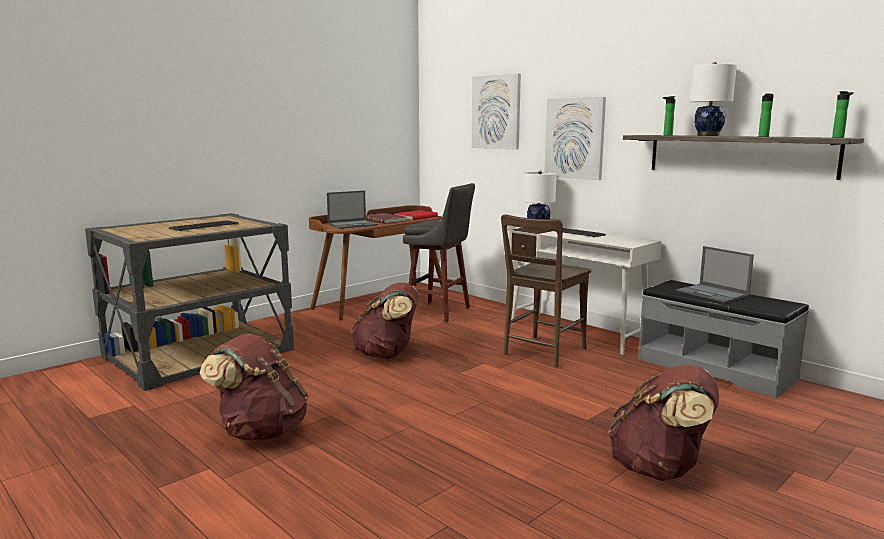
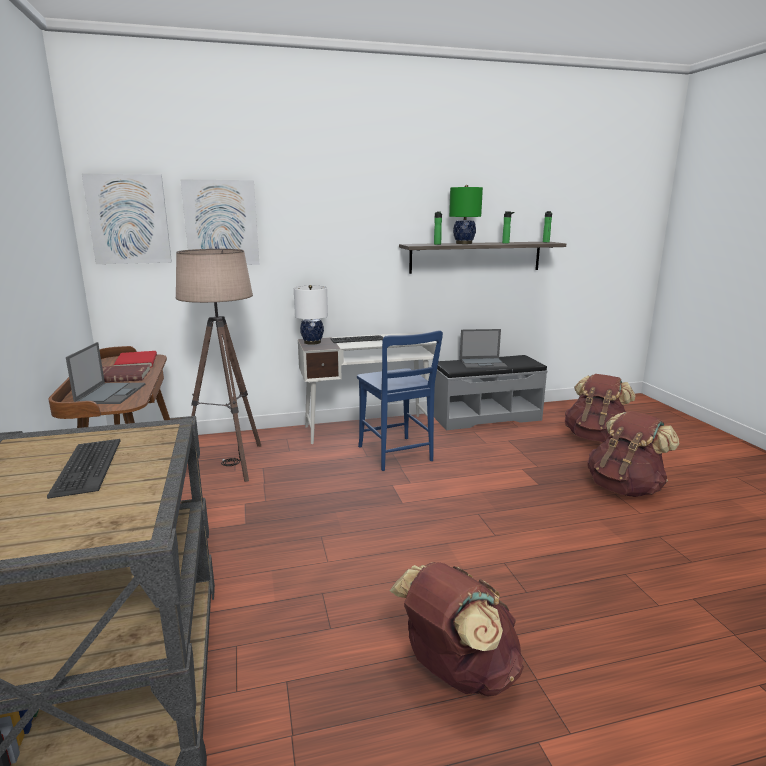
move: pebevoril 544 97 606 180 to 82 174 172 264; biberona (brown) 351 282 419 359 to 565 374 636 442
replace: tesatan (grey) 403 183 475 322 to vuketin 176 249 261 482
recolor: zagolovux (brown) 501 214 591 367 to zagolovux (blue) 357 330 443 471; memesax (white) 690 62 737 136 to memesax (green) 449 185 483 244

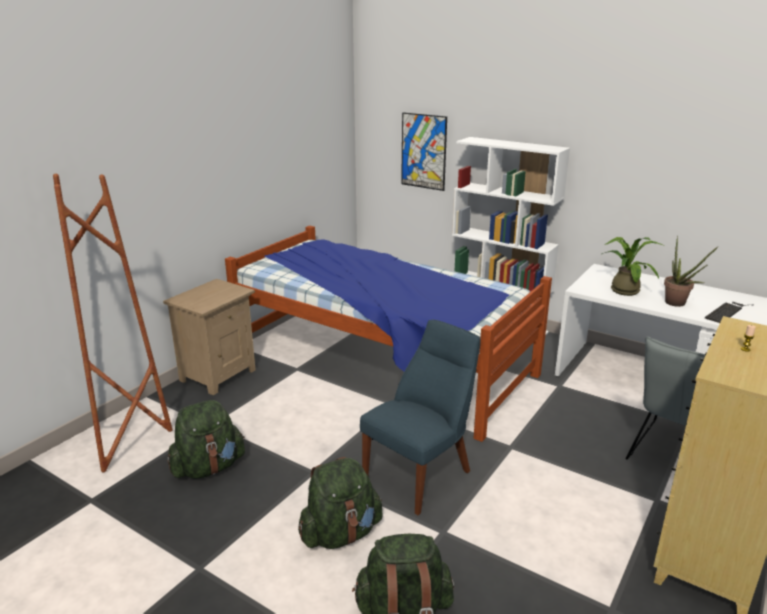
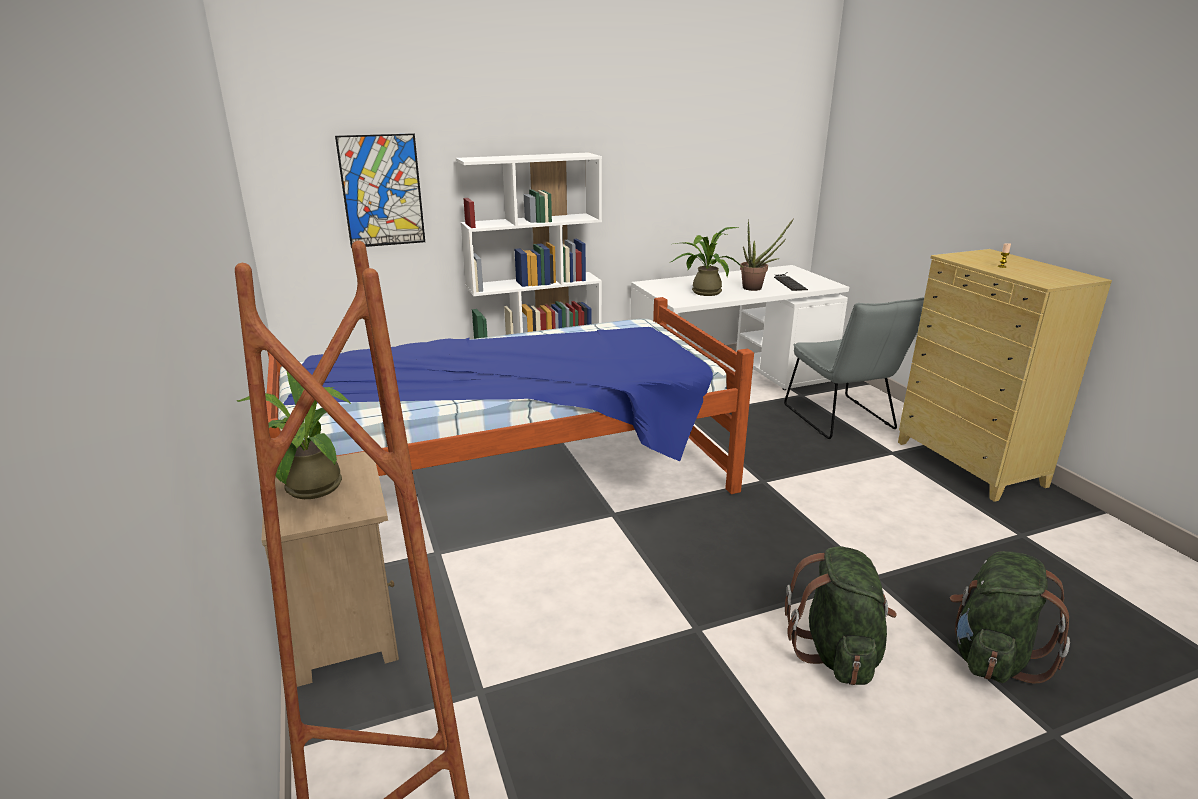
delete: biberona (green) 168 400 245 479; zagolovux (blue) 360 320 481 515
insert: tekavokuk 237 372 351 499

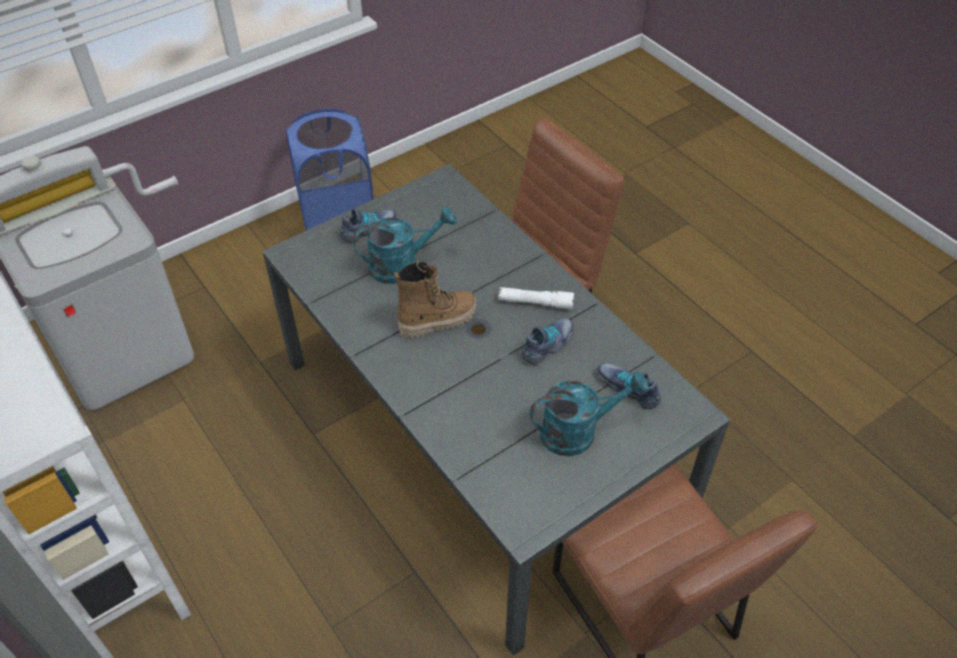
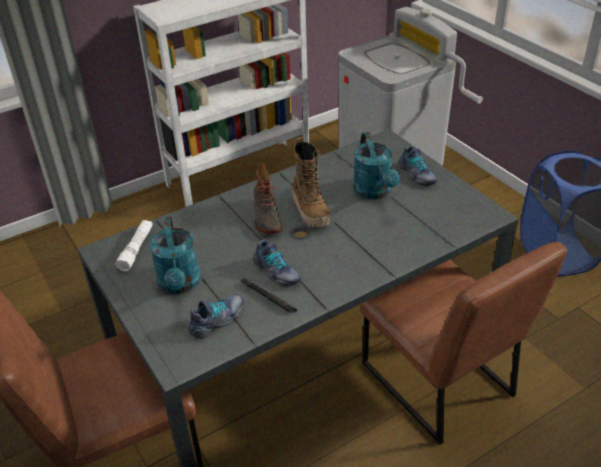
insert: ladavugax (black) 241 278 297 312; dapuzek 254 162 282 234
move: ladavugax (white) 498 287 574 309 to 115 220 153 272

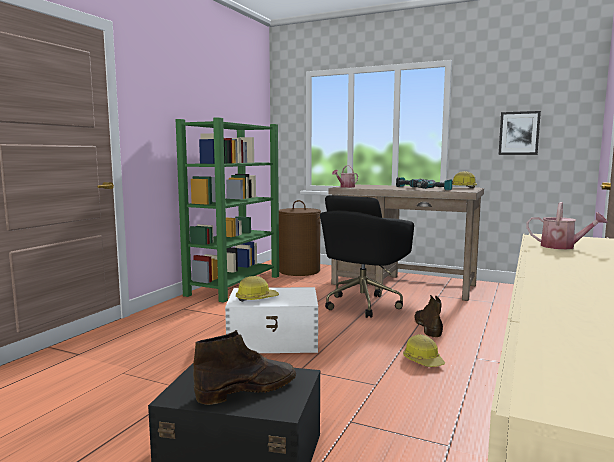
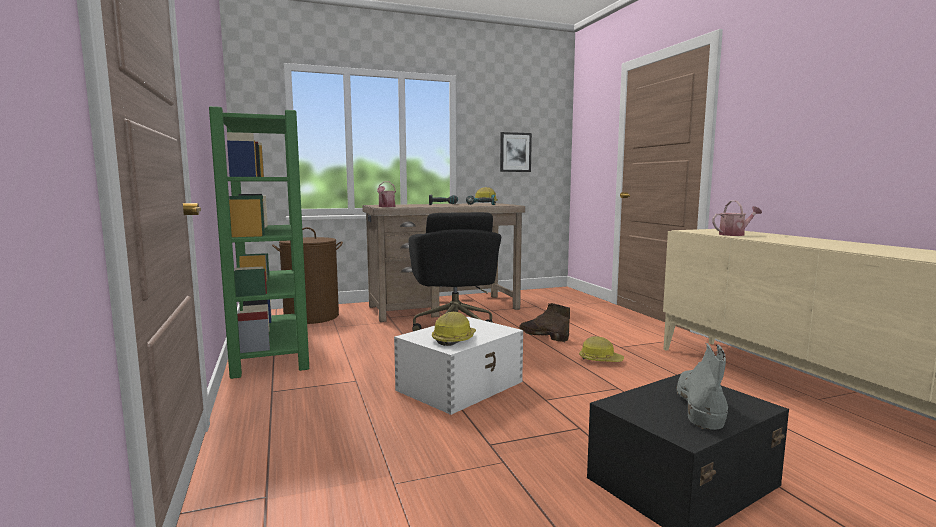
recolor: dapuzek (brown) 193 330 296 405 to dapuzek (grey) 676 343 728 430

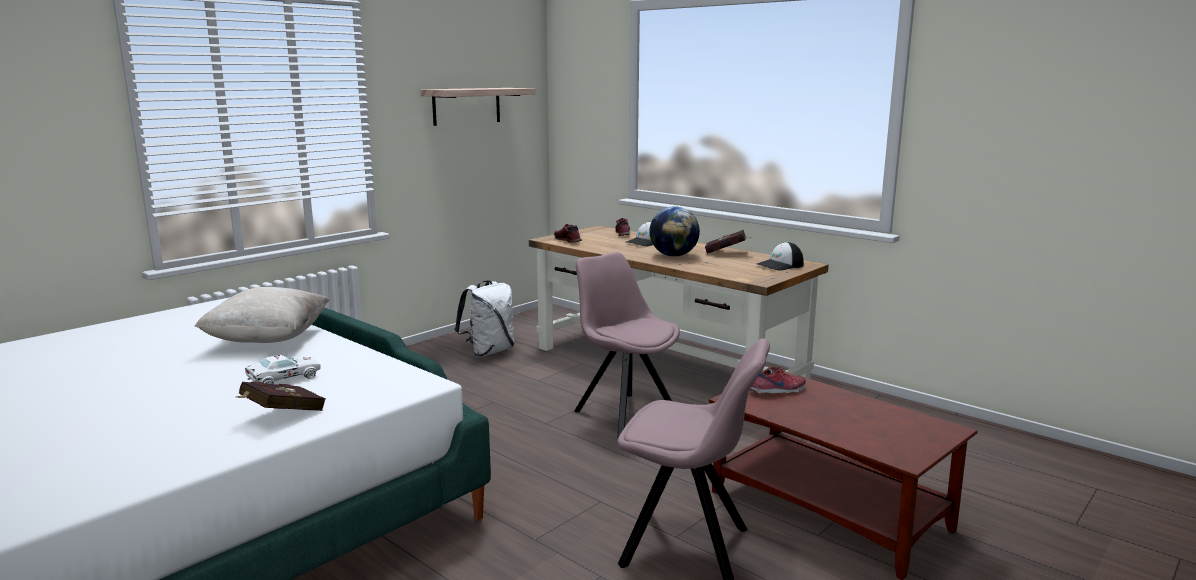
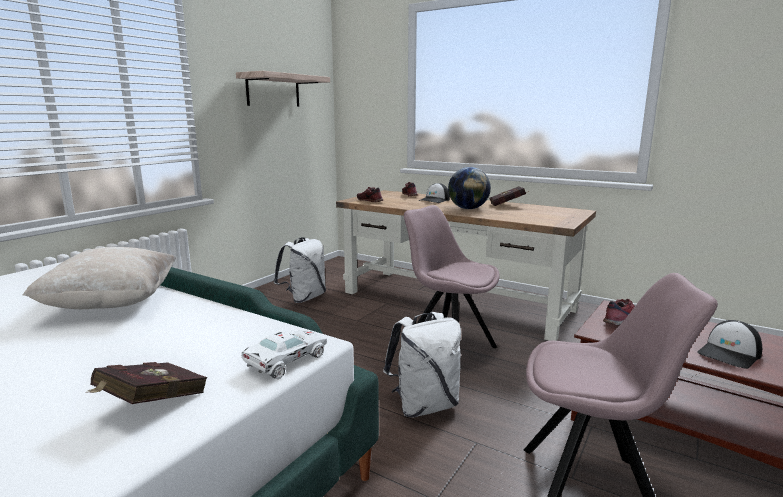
insert: biberona (white) 383 311 461 418
move: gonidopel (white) 245 355 321 384 to 241 330 327 379; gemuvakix 757 242 804 271 to 697 320 762 369

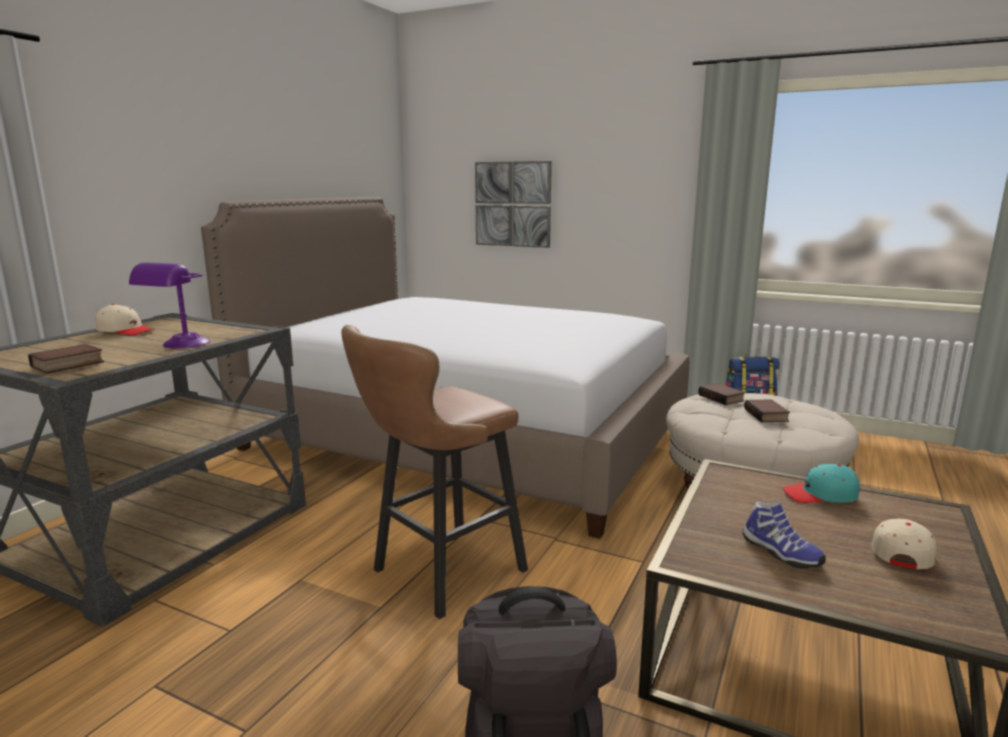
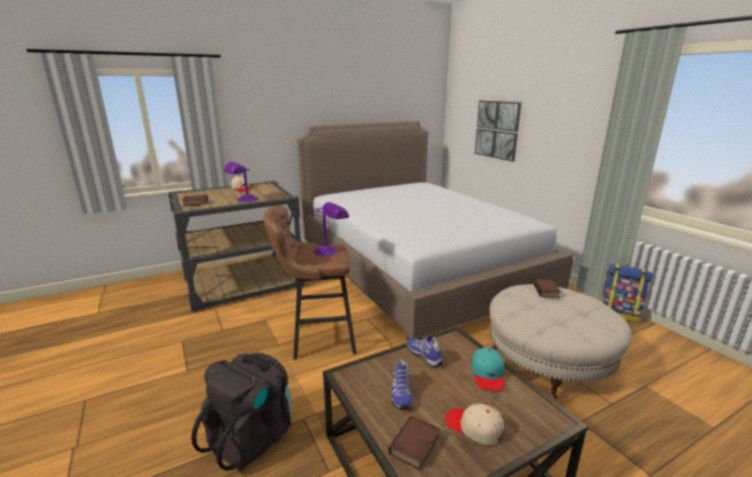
insert: memesax (purple) 313 202 349 256; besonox 407 335 443 368
move: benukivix 744 399 790 422 to 388 415 440 470
rotate: gemuvakix (beige) 872 518 936 569 = 445 404 504 445 120 degrees counterclockwise; gemuvakix (turquoise) 783 464 860 503 = 471 347 505 391 120 degrees counterclockwise

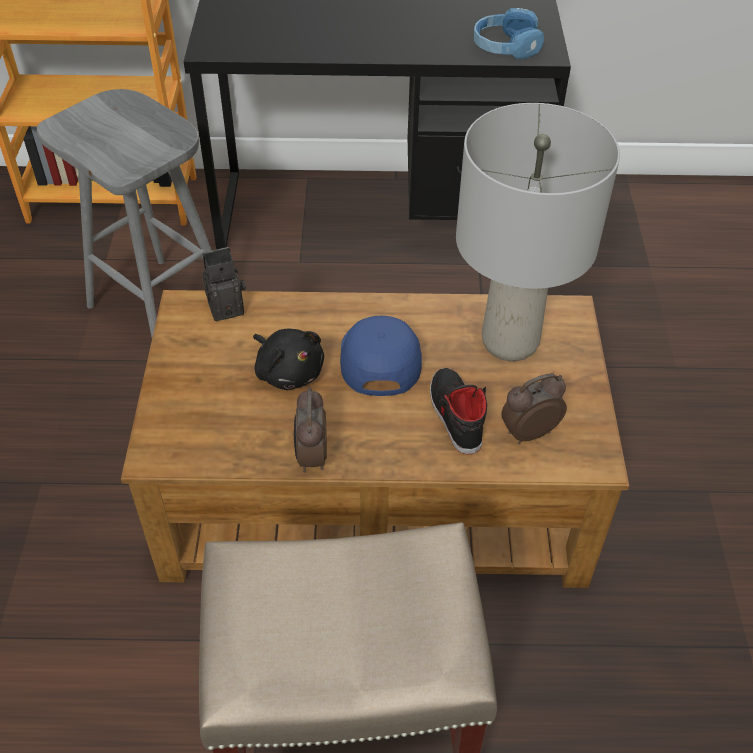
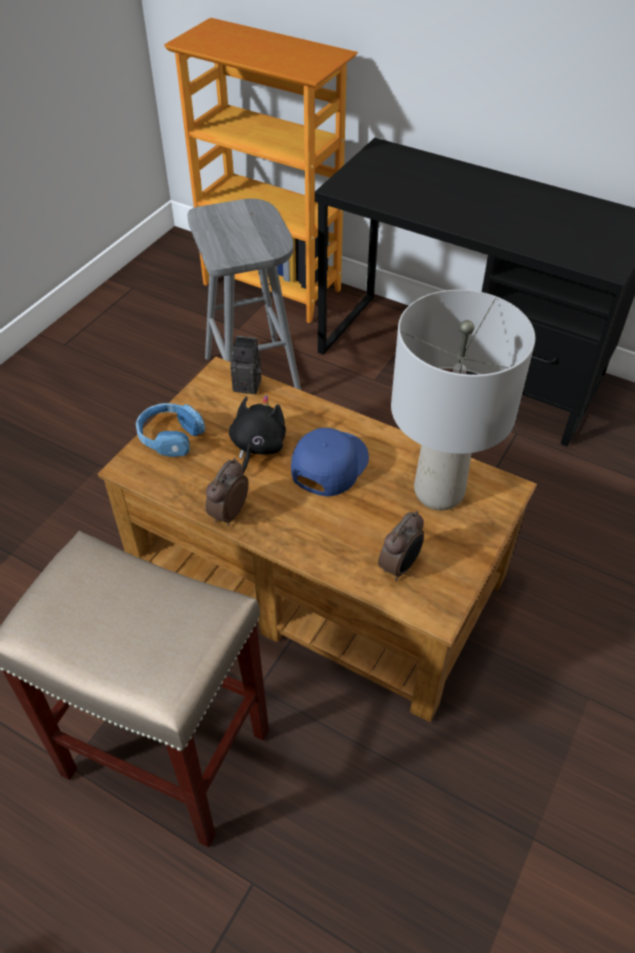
delete: besonox (black) 430 368 487 455
move: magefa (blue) 474 8 544 59 to 136 403 205 457
rotate: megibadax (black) 253 328 324 390 = 229 395 286 473 150 degrees counterclockwise; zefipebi 501 373 567 444 = 378 511 424 581 120 degrees clockwise

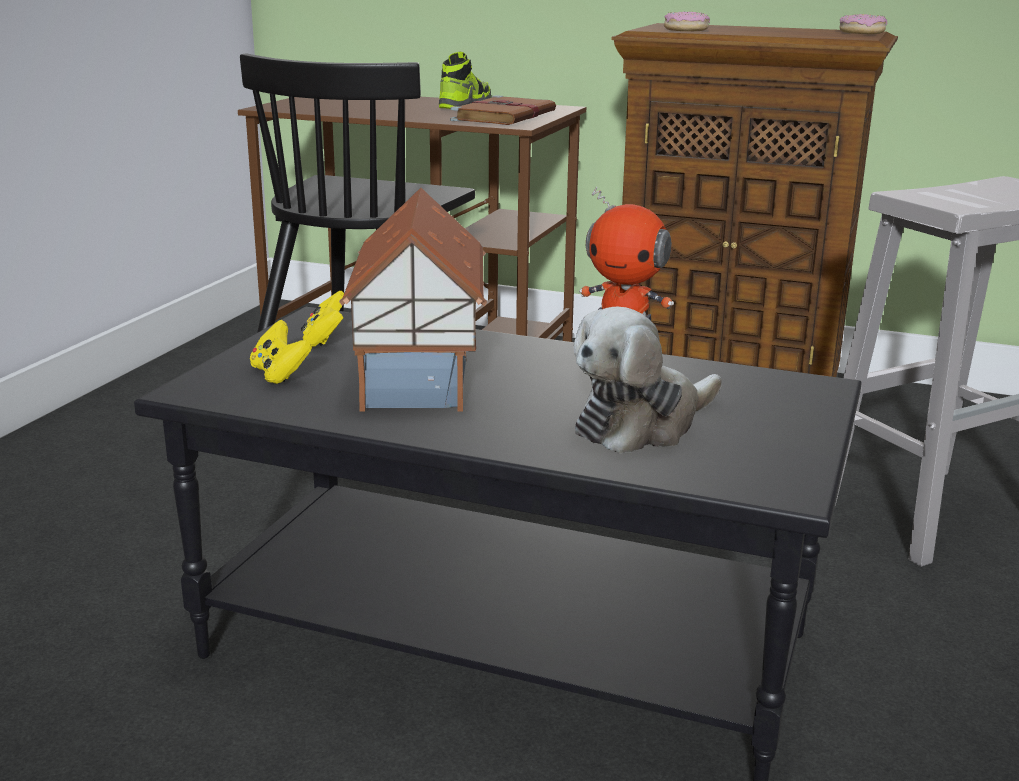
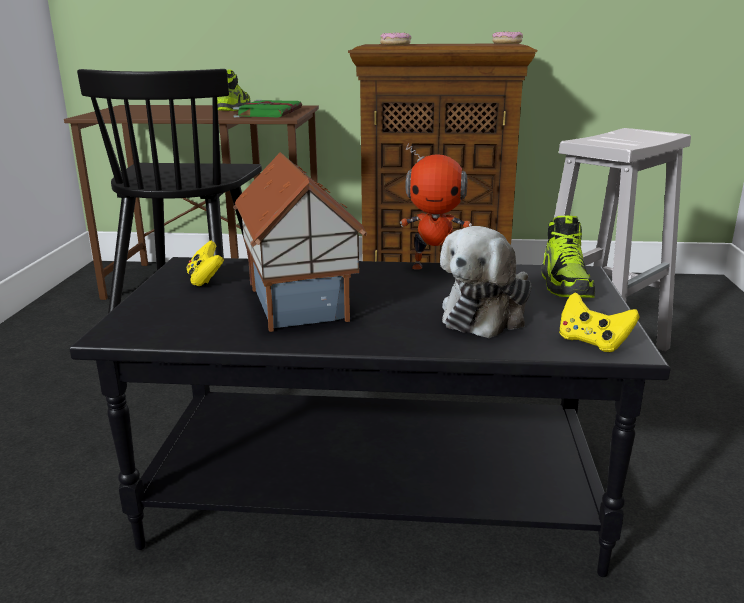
insert: besonox 542 216 595 298
move: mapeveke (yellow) 250 320 312 384 to 559 292 639 352
recolor: benukivix (brown) 450 95 556 125 to benukivix (green) 233 100 302 118

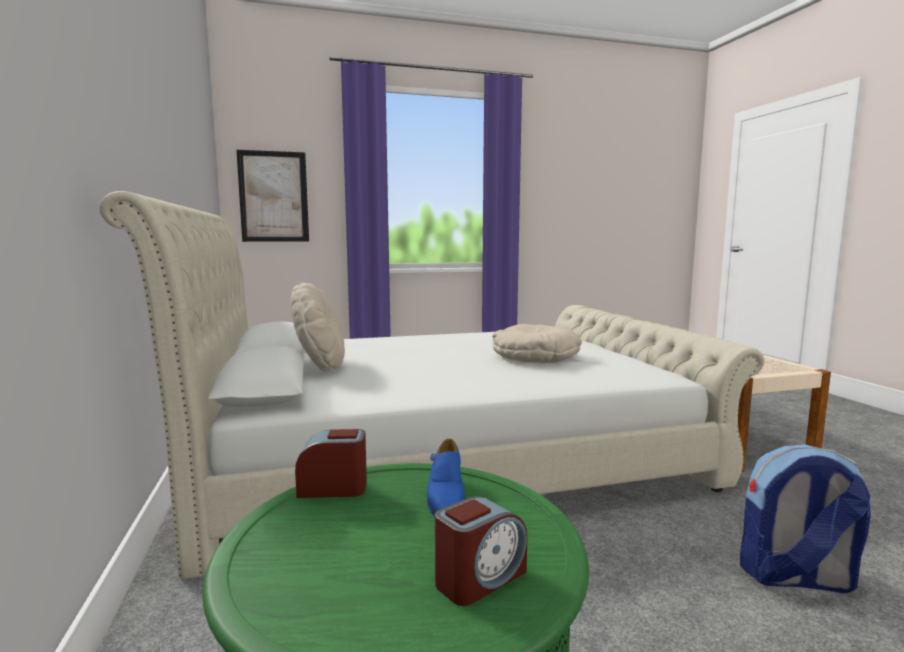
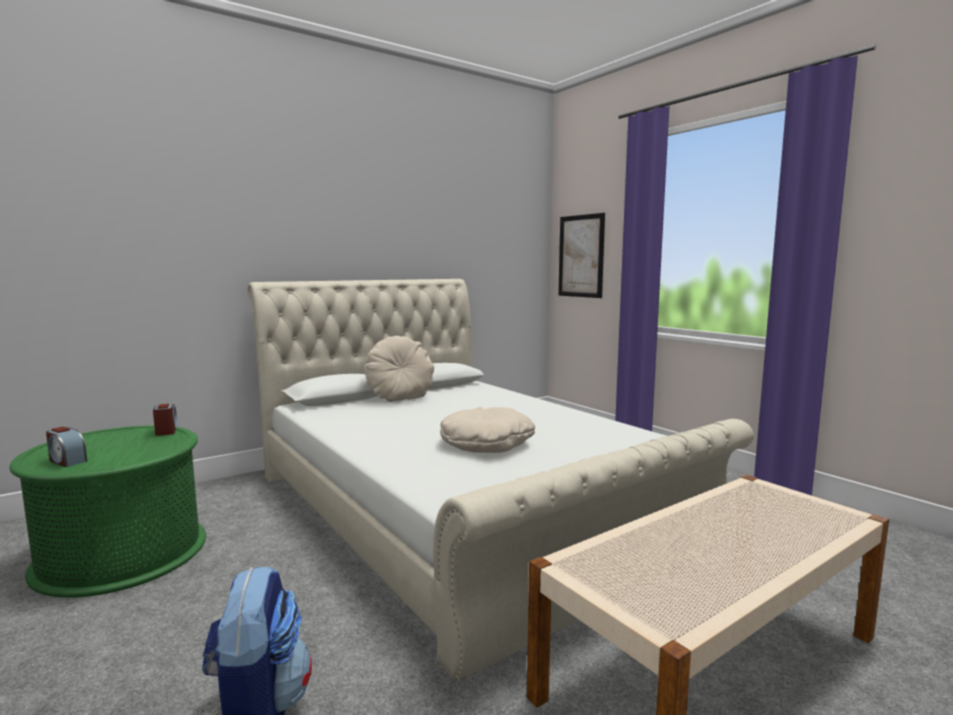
delete: besonox (blue) 427 439 465 518

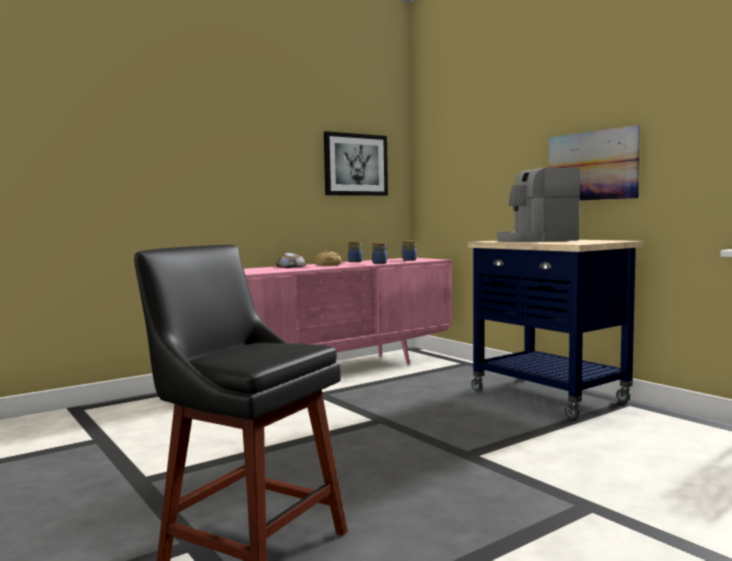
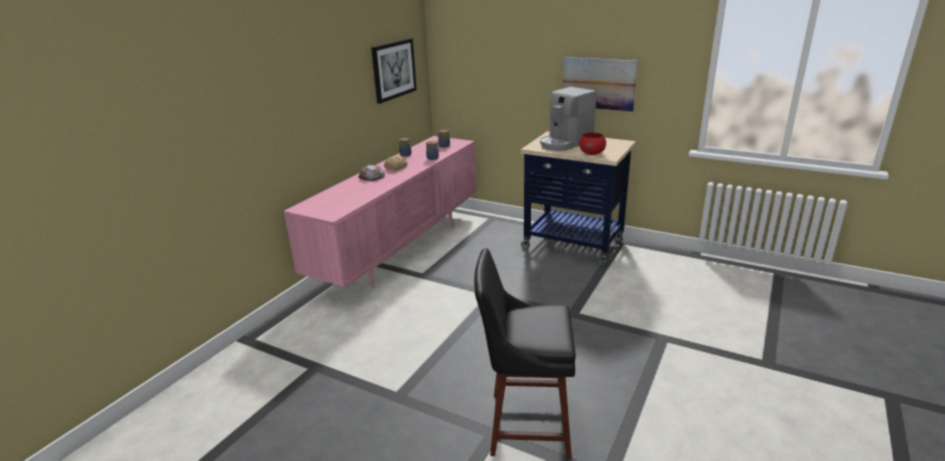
insert: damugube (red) 579 132 606 155

